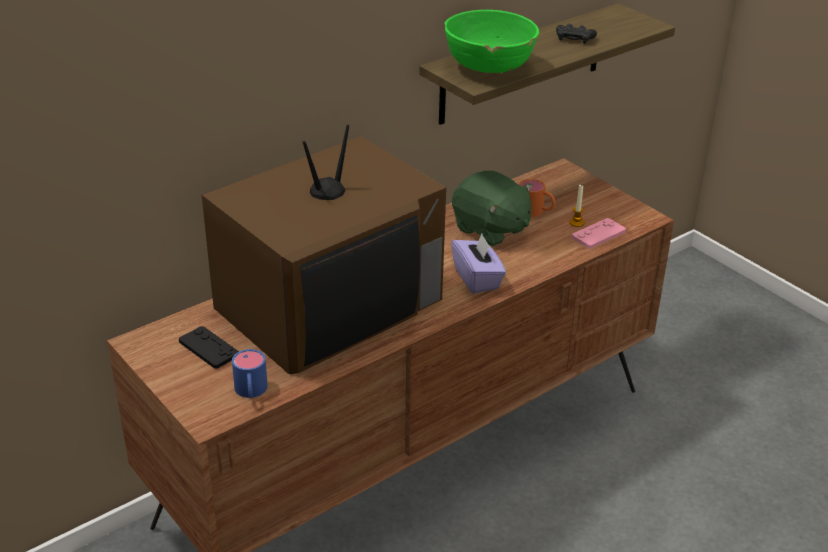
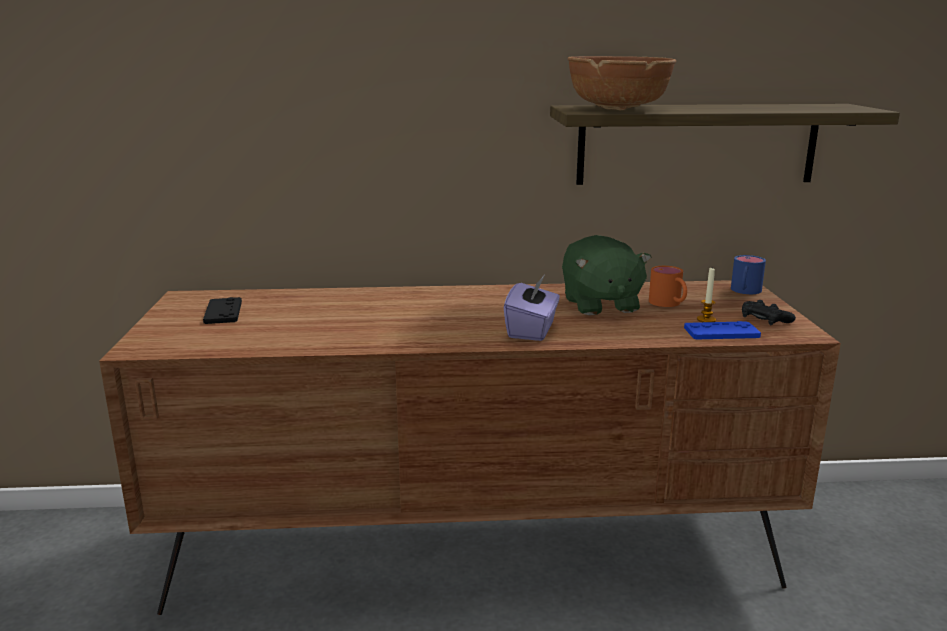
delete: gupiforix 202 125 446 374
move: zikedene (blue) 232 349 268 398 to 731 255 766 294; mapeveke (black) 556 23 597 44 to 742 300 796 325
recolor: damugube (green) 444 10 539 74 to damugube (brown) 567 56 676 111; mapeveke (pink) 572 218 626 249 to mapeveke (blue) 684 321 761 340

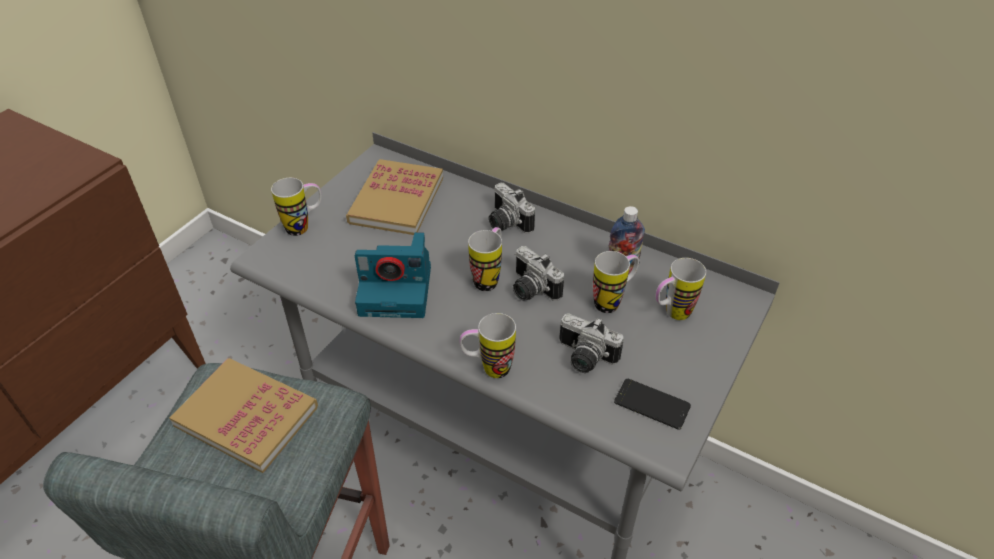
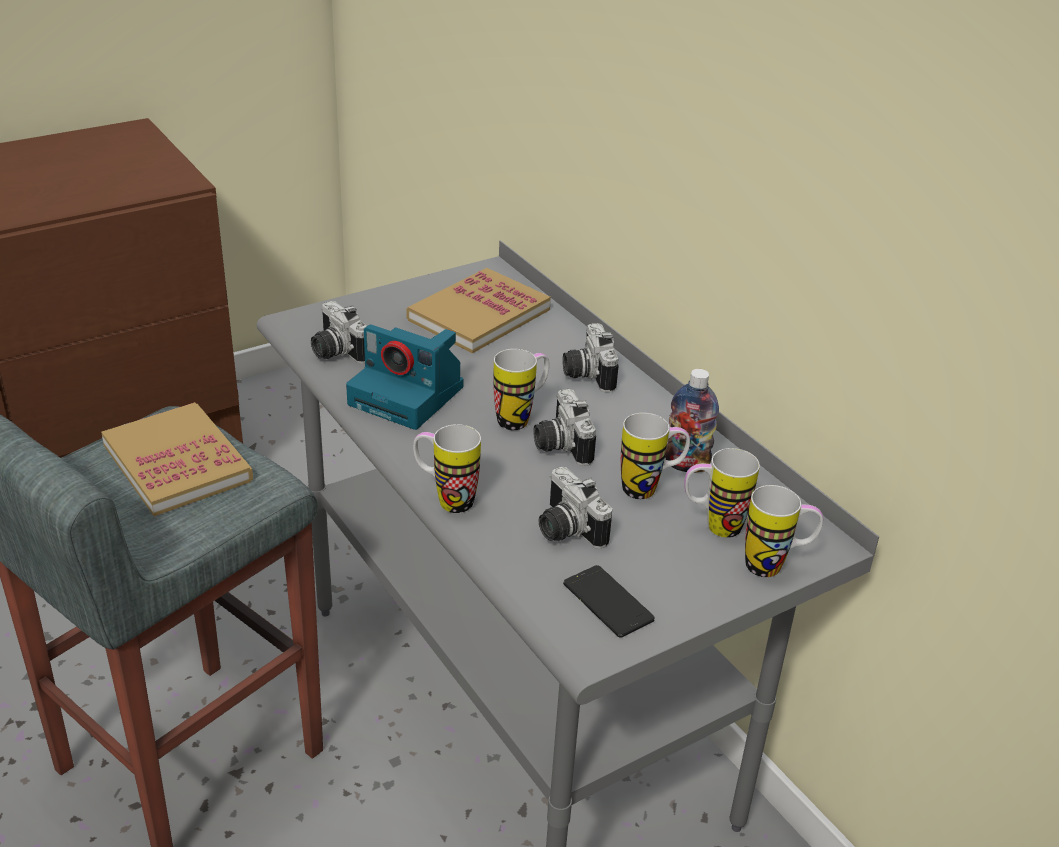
insert: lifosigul 311 301 367 364
move: zikedene 271 178 322 236 to 745 485 823 577

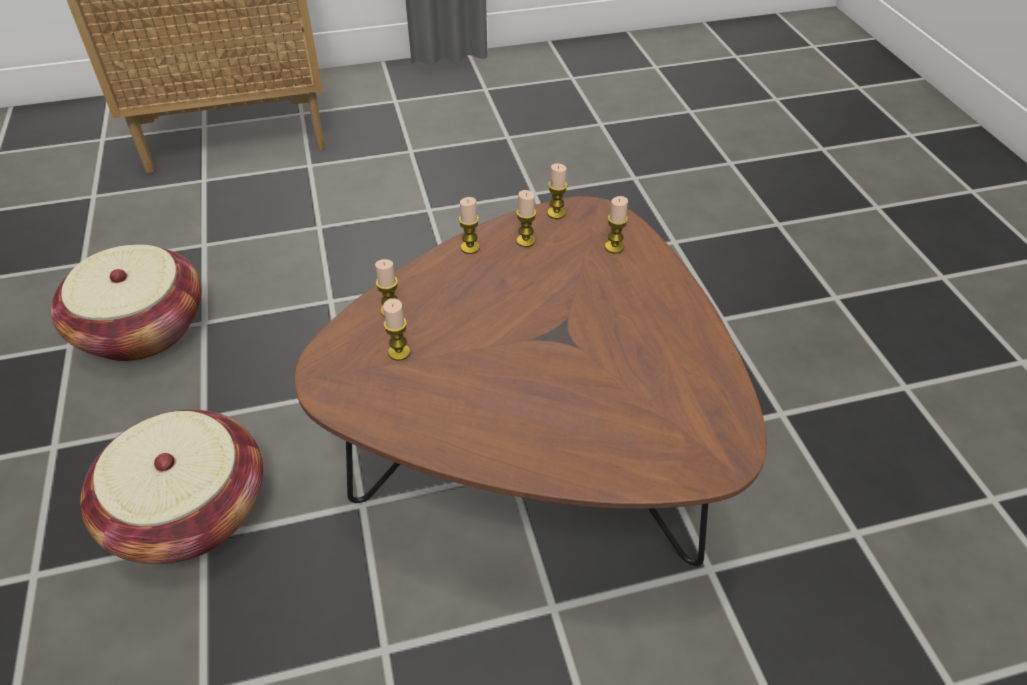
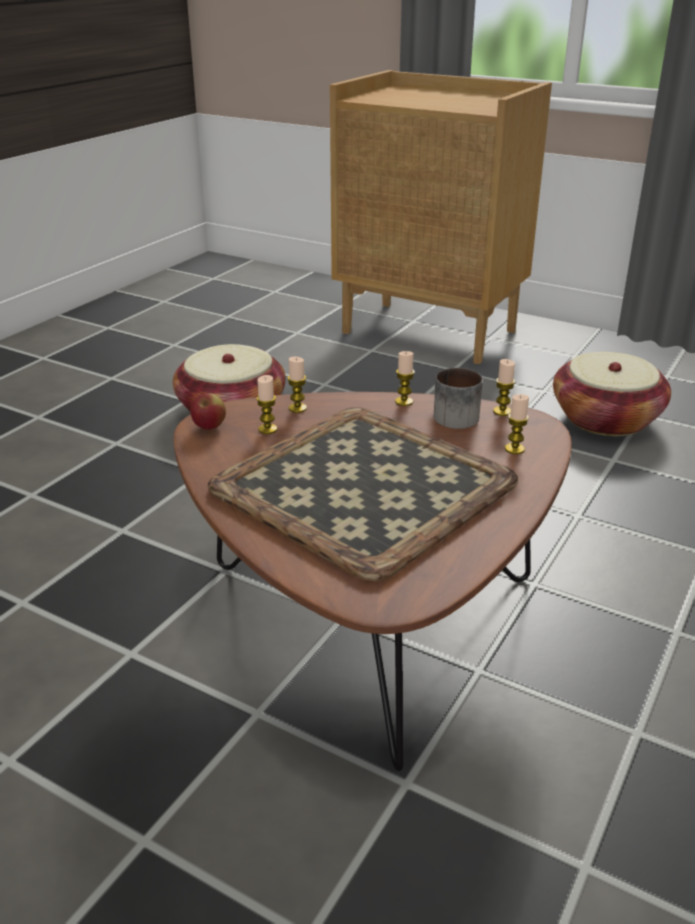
insert: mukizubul 190 393 226 430; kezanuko 208 407 518 582
move: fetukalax 80 410 263 564 to 553 352 671 436
replace: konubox 516 190 536 247 to zikedene 434 368 483 429

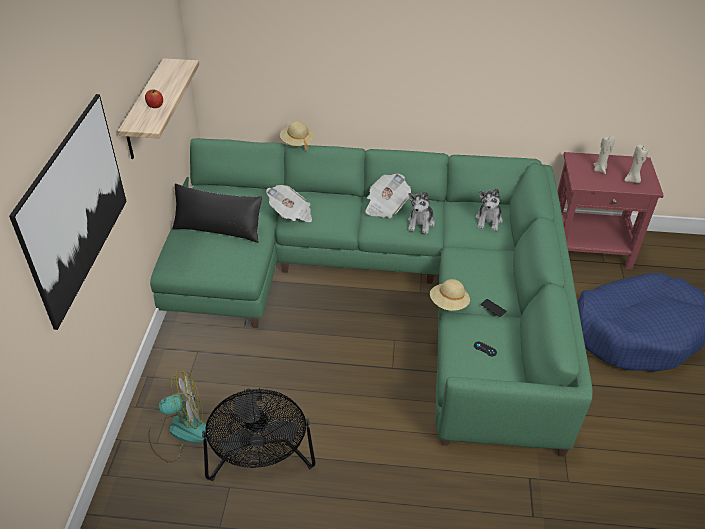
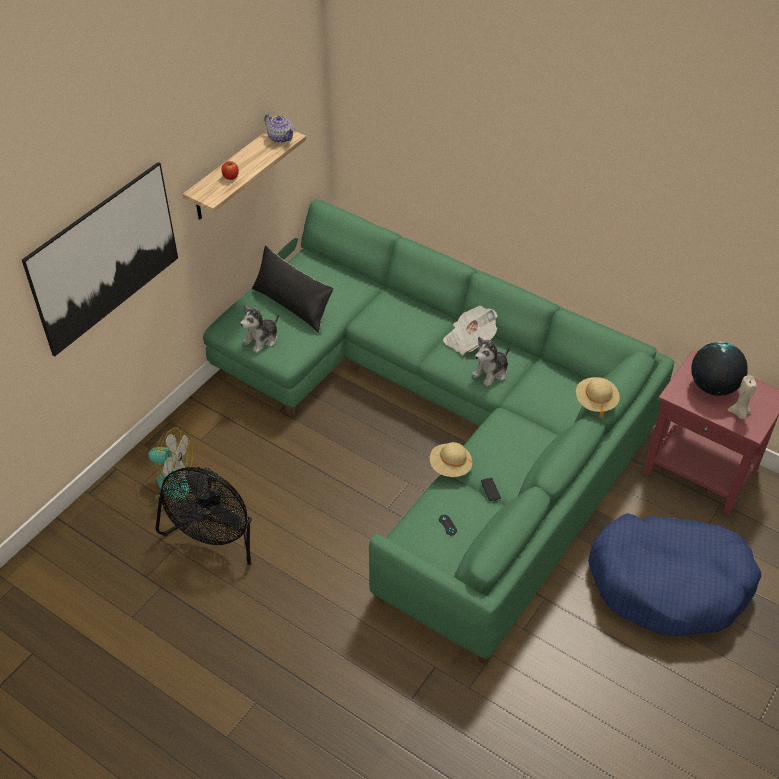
delete: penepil 266 185 312 222
insert: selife 264 114 295 143
move: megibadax 475 188 503 231 to 240 305 279 353; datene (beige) 280 121 314 151 to 576 377 620 418
replace: konubox (beige) 594 136 615 174 to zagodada 692 342 748 396

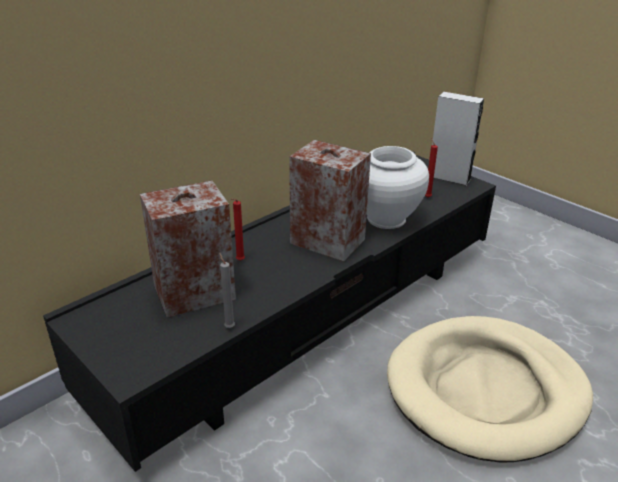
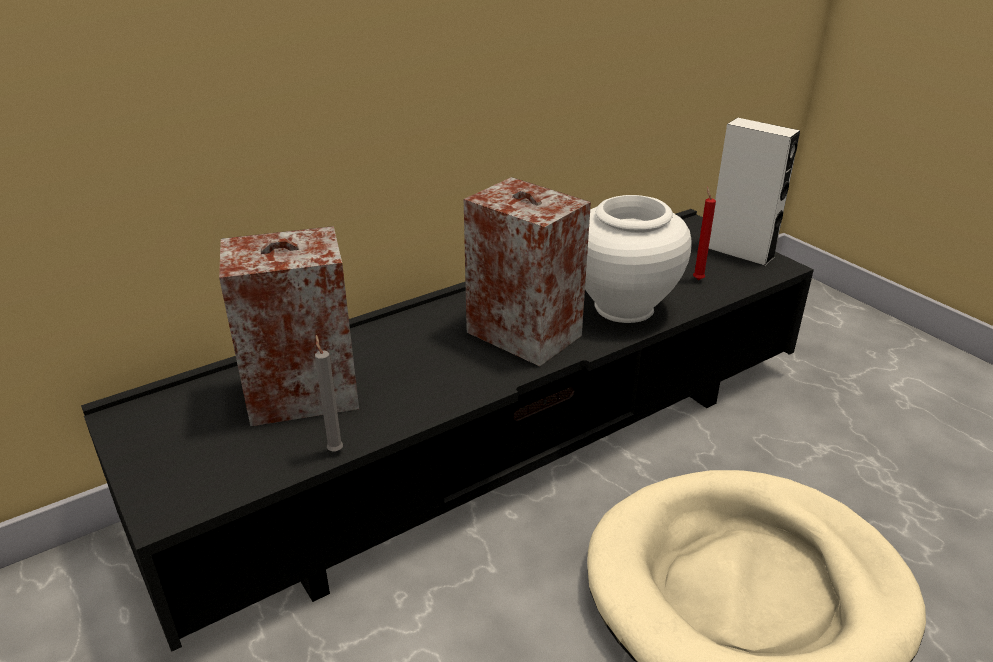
delete: konubox (red) 231 198 245 261

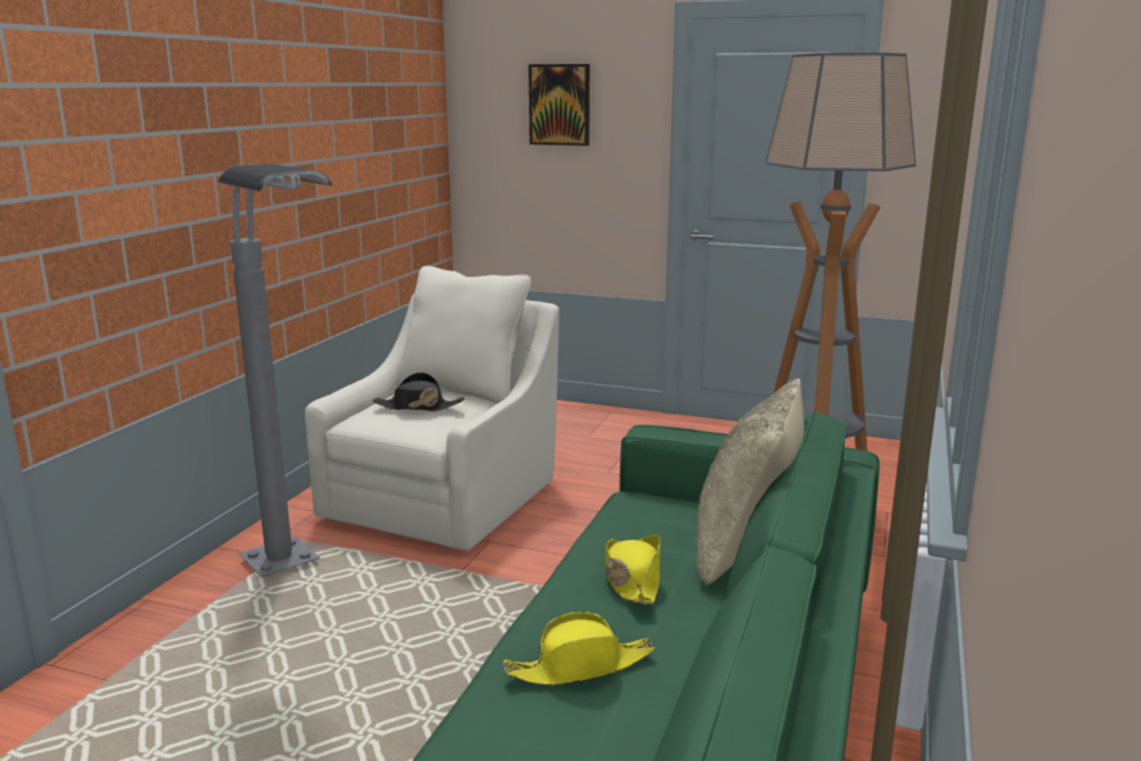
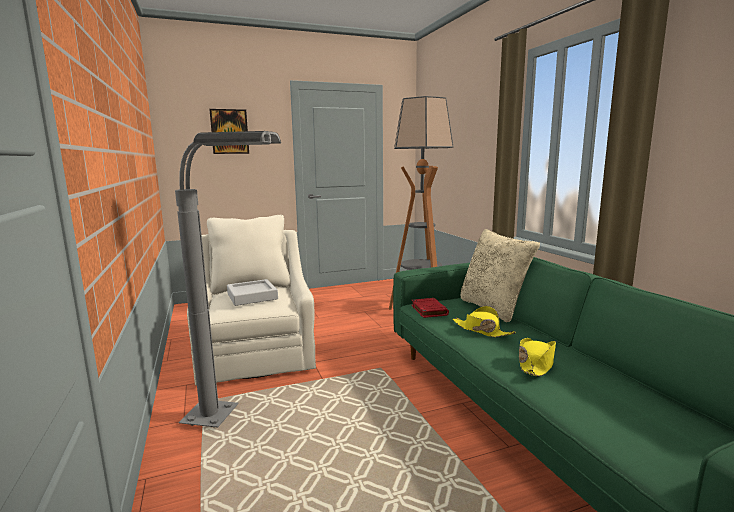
insert: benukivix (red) 412 298 449 318
replace: datene (black) 372 372 465 411 to kezanuko (grey) 227 279 278 306

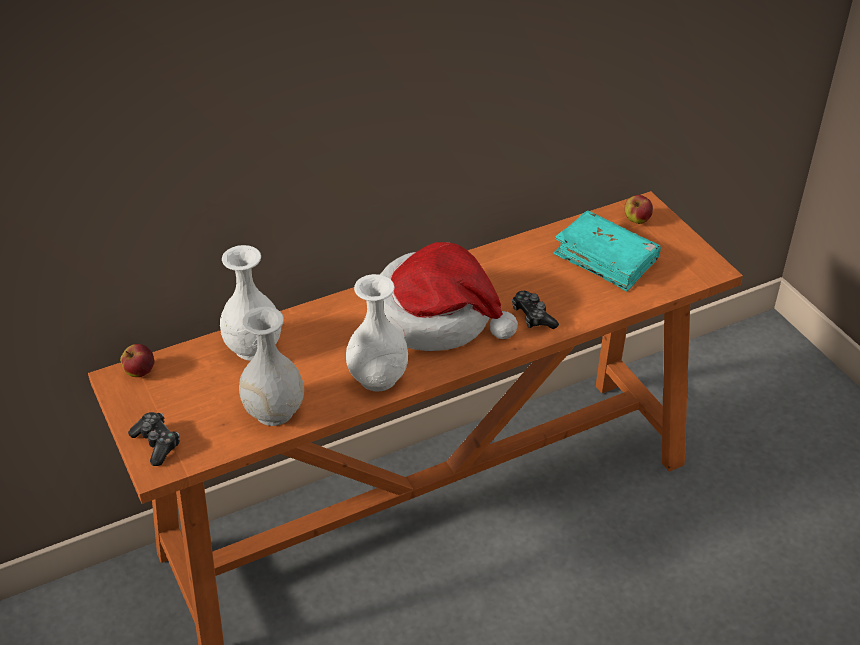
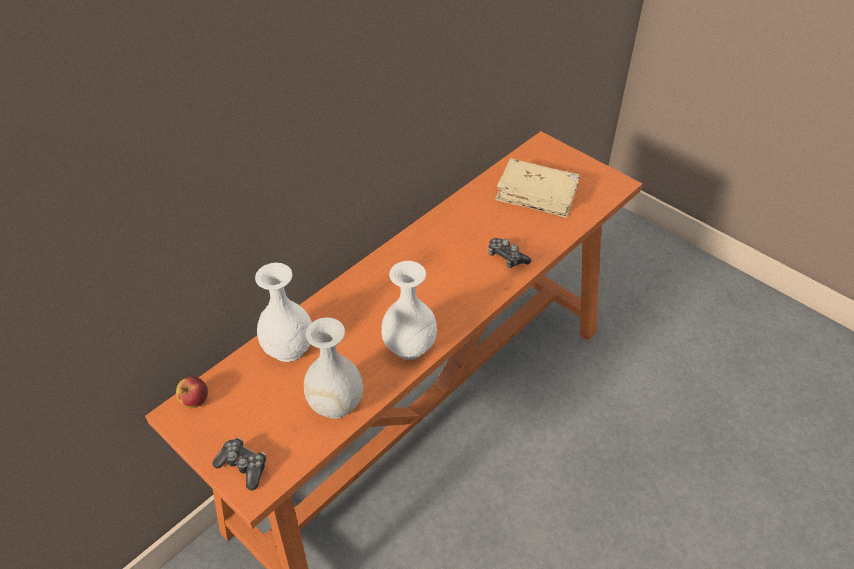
delete: datene 380 242 518 351; mukizubul 624 195 653 224
recolor: benukivix (turquoise) 554 211 661 291 to benukivix (beige) 495 158 580 218

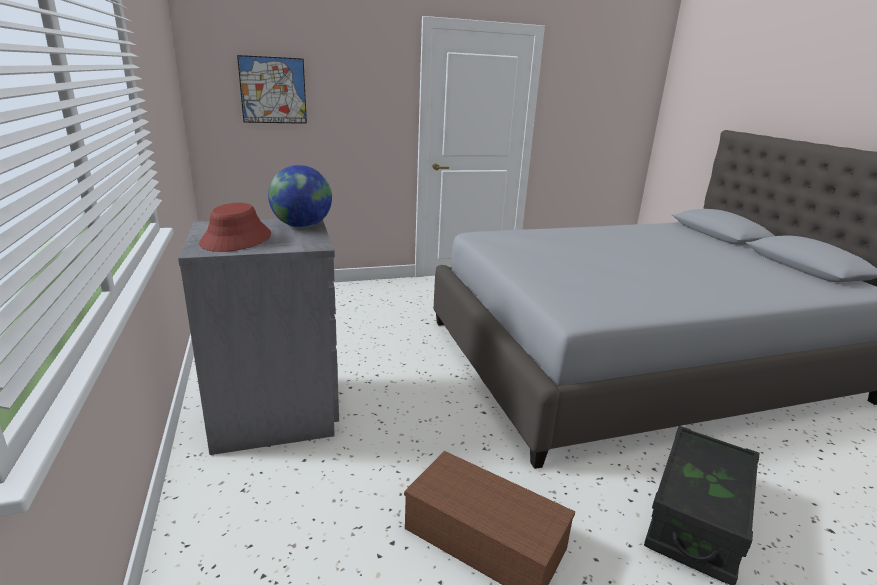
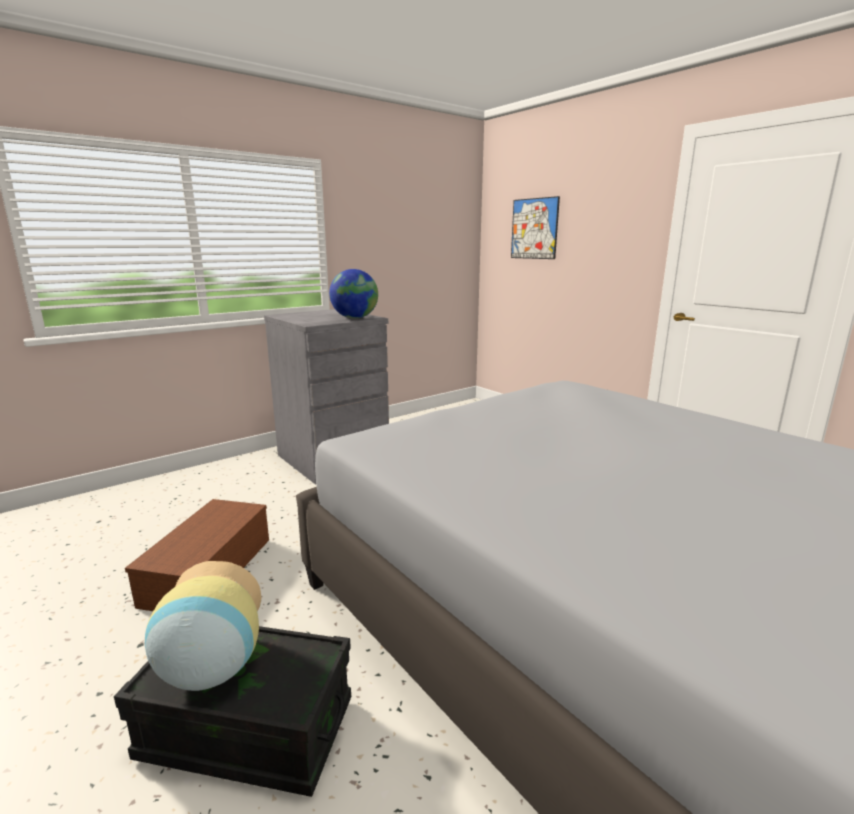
delete: datene (red) 199 203 271 252
insert: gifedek 145 561 261 691

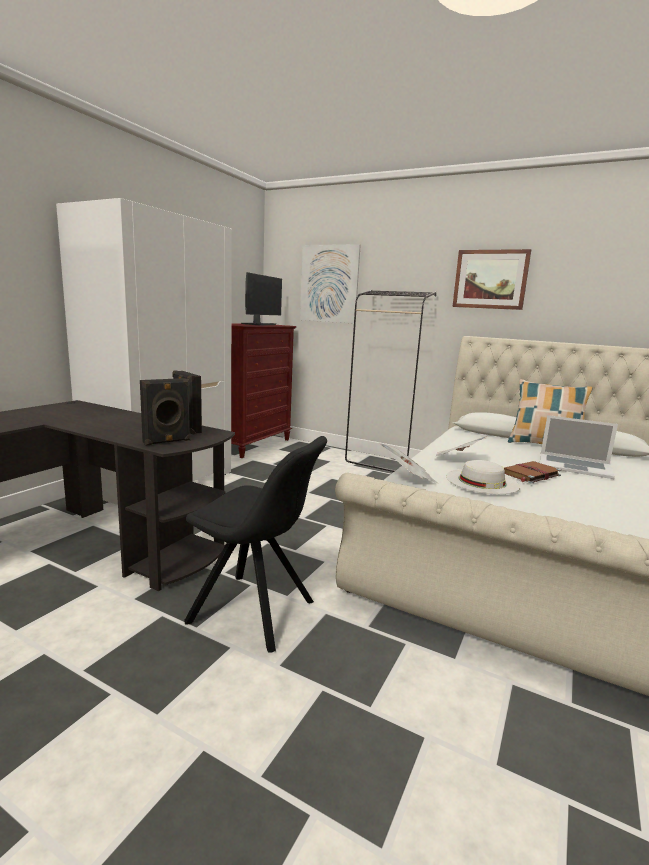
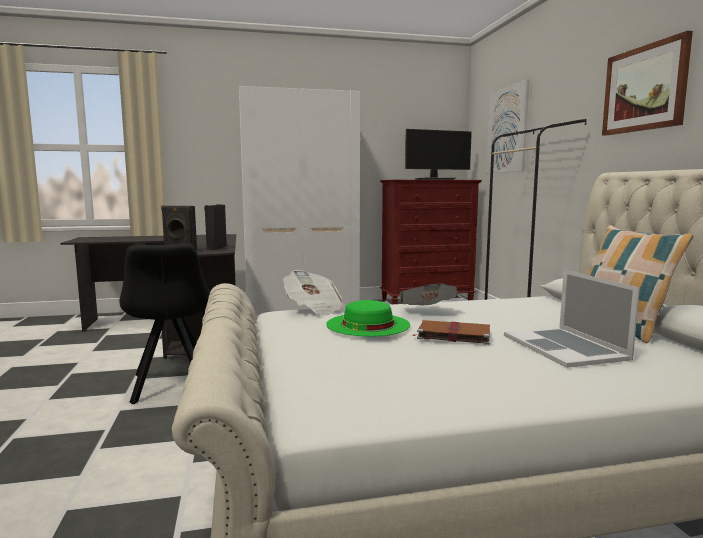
recolor: datene (white) 446 460 520 494 to datene (green) 326 300 410 337

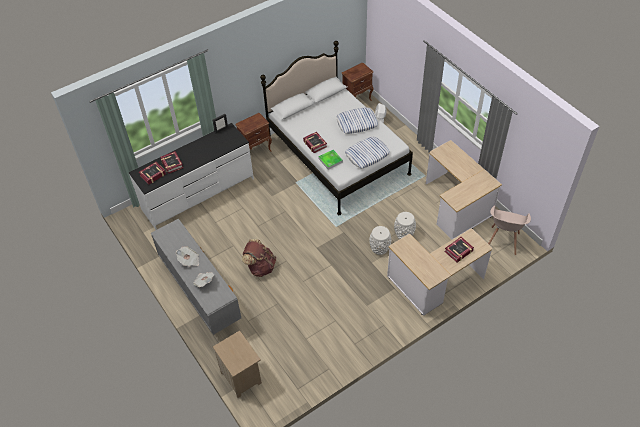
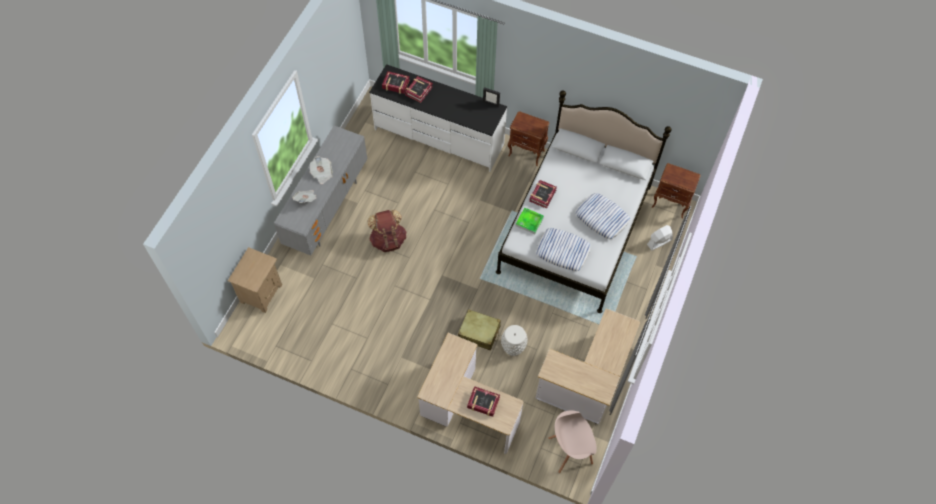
replace: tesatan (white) 369 226 391 255 to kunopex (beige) 458 309 501 351

